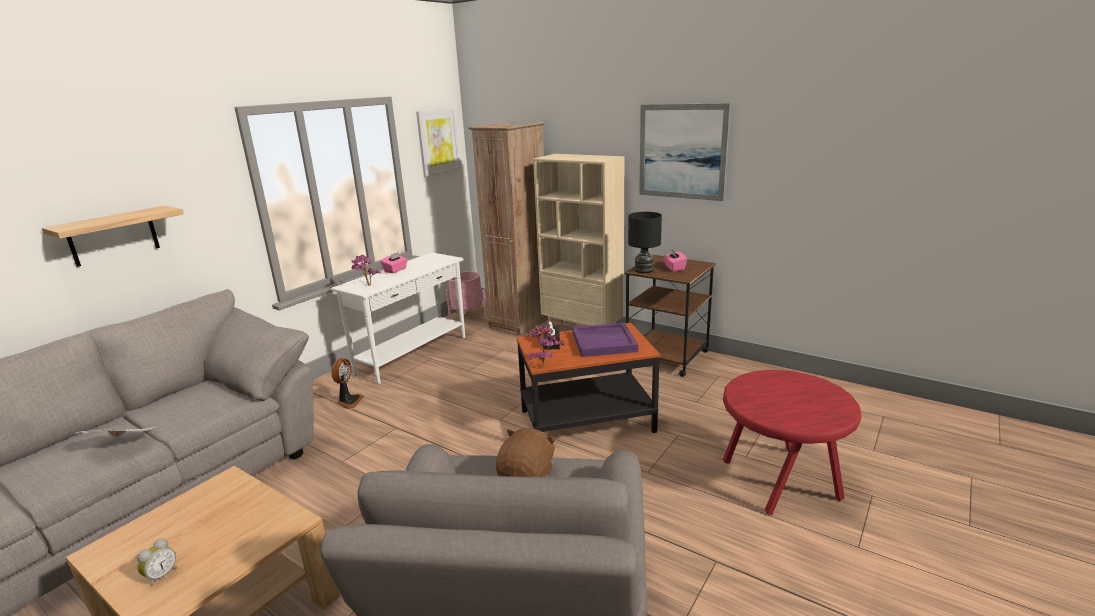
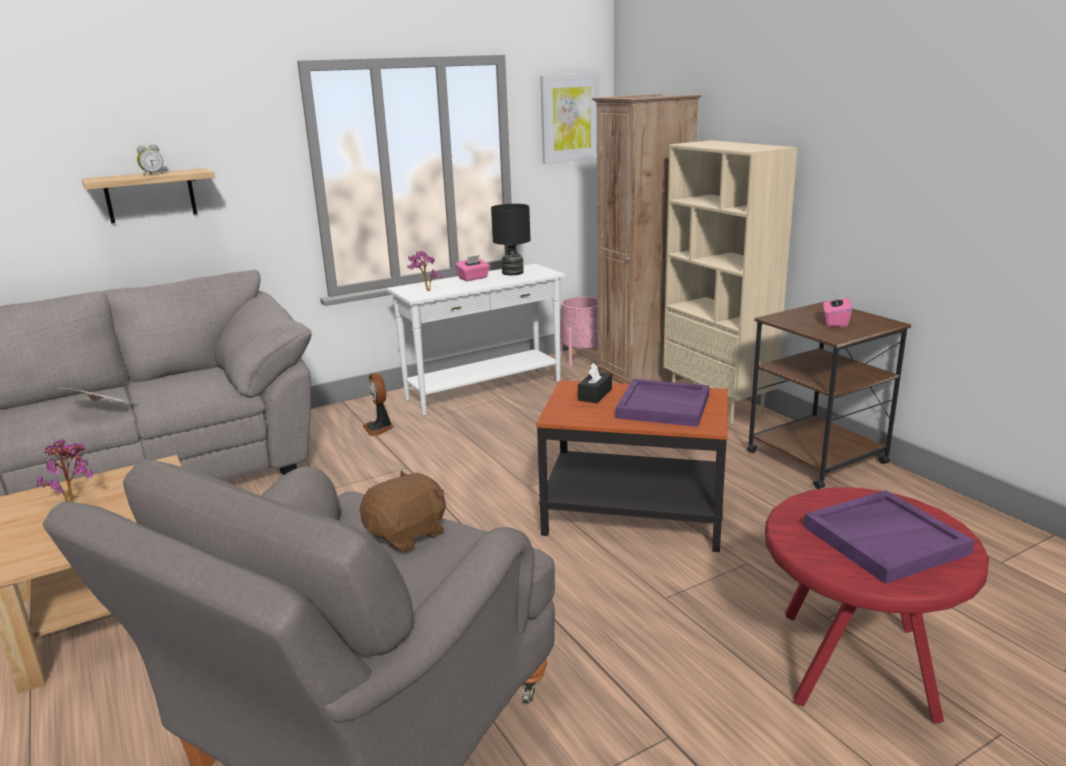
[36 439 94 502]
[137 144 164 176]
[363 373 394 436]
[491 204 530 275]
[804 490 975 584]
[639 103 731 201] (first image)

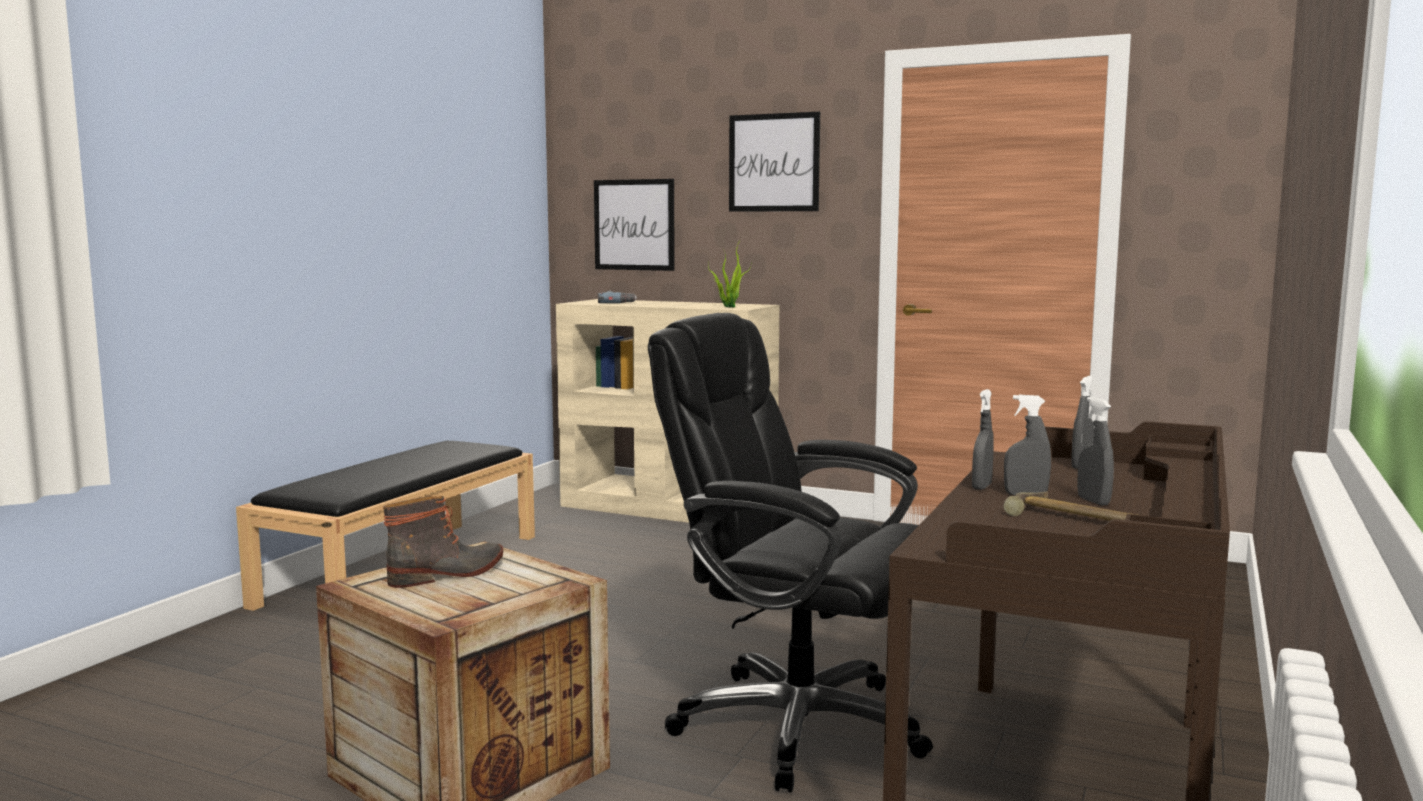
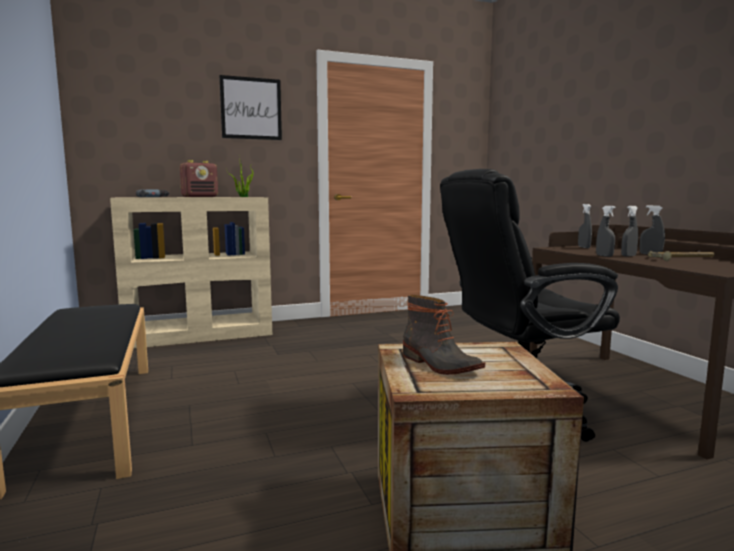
[180 160 218 197]
[403 295 485 375]
[594 179 675 271] (first image)

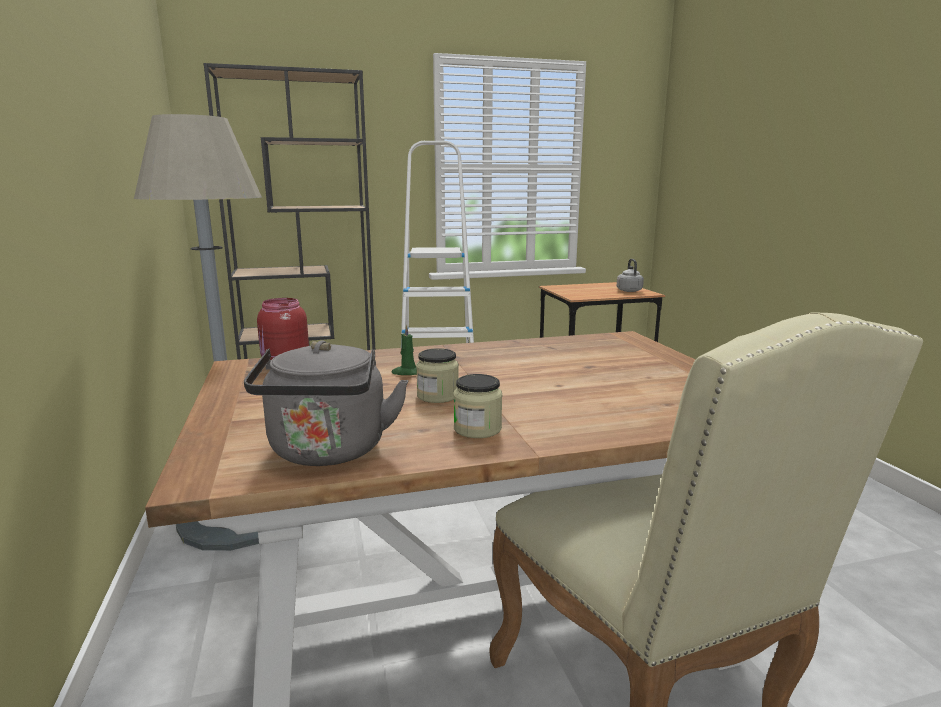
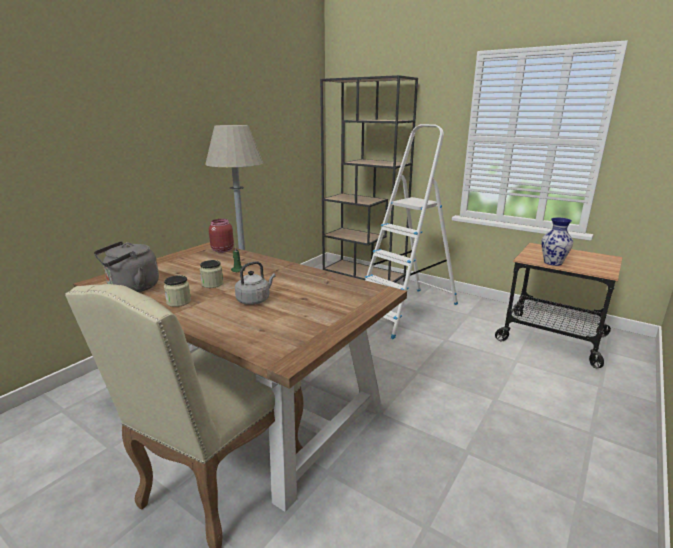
[235 261 276 305]
[541 218 573 266]

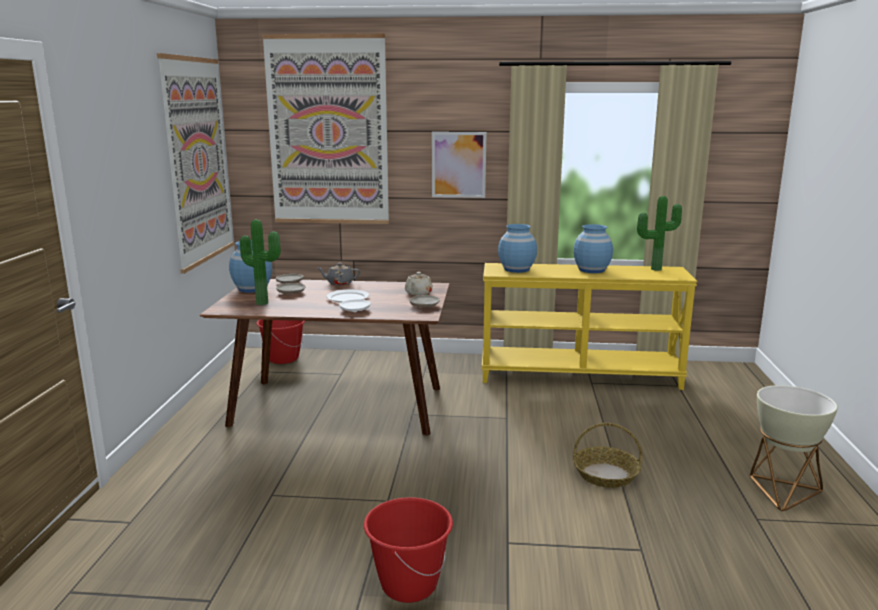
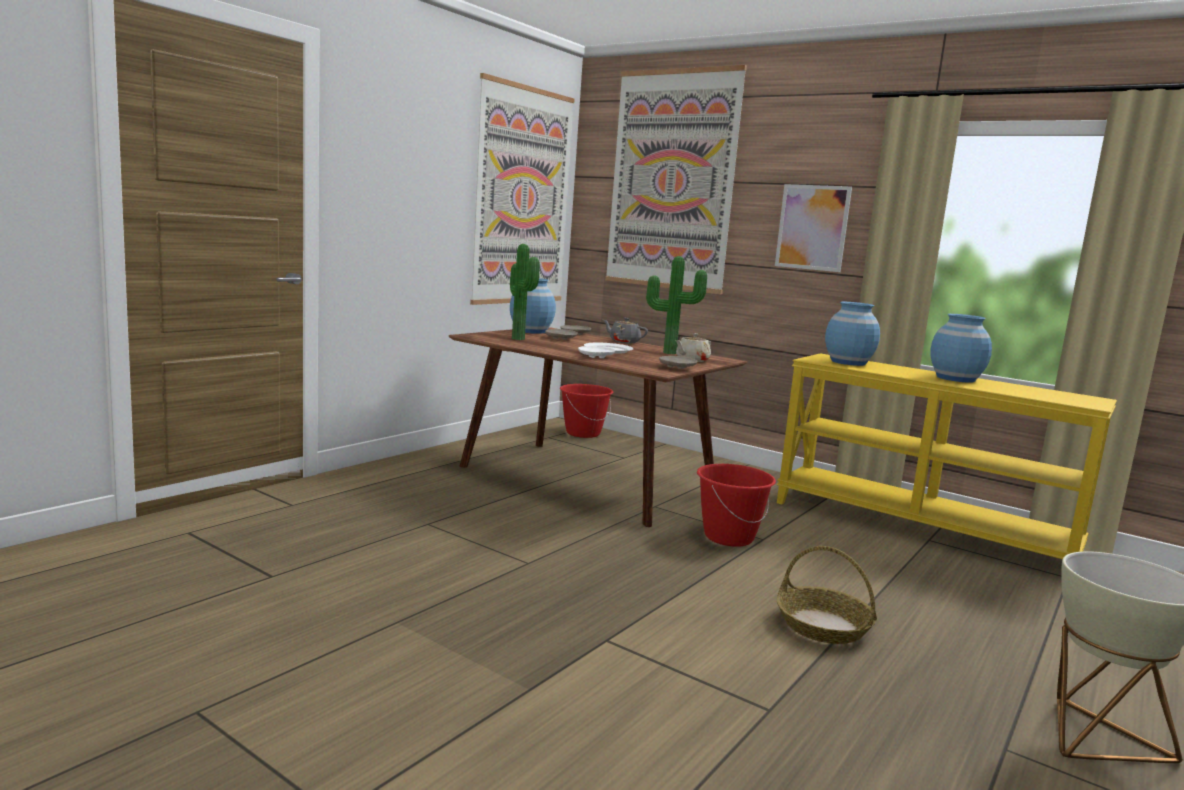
[646 256 707 354]
[697 464 776 547]

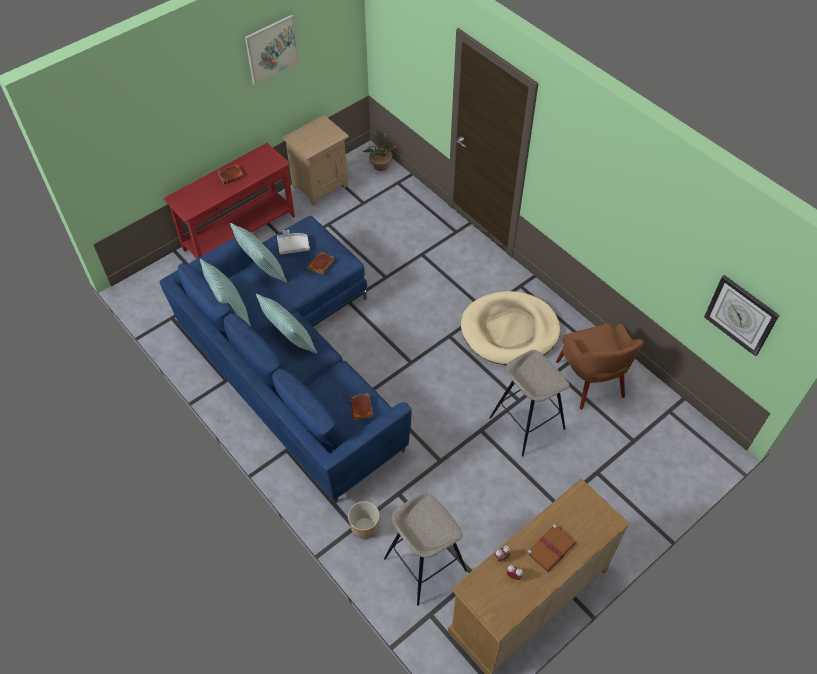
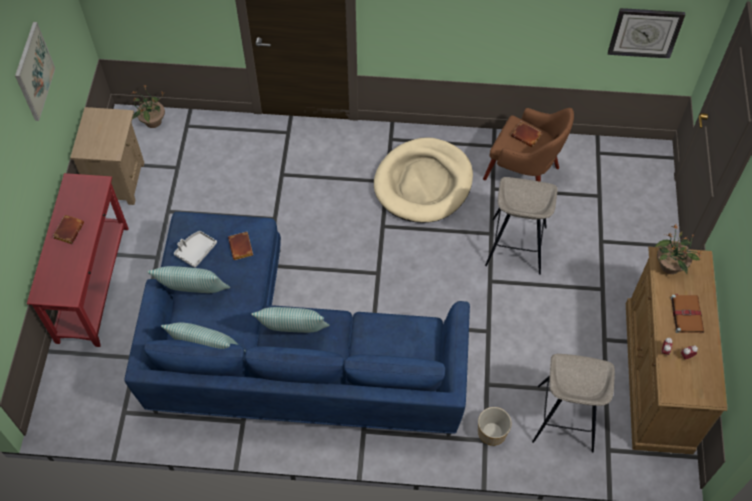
[511 122 542 147]
[655 225 703 274]

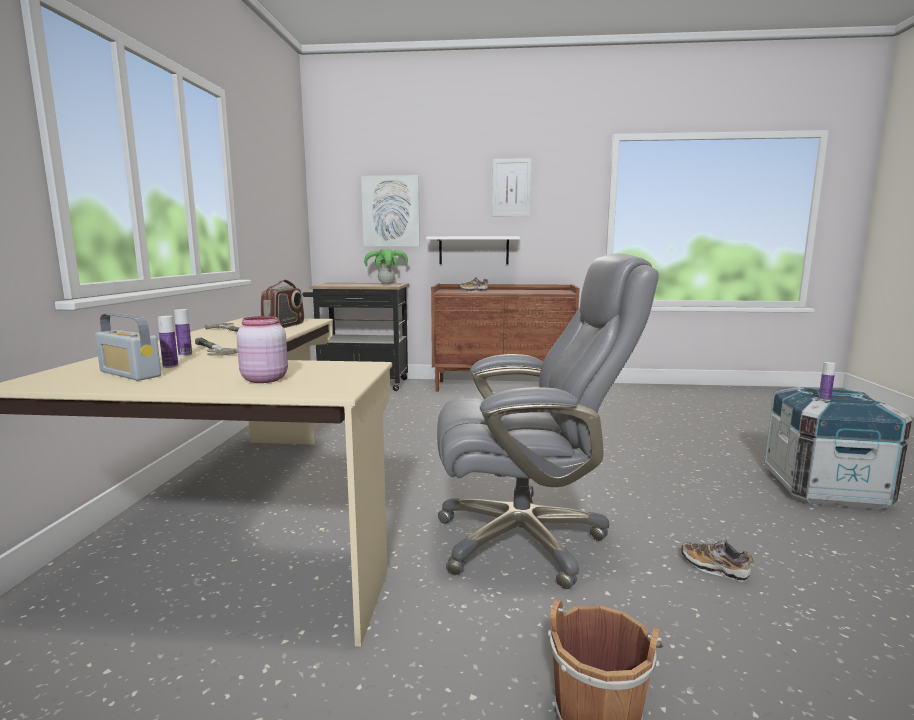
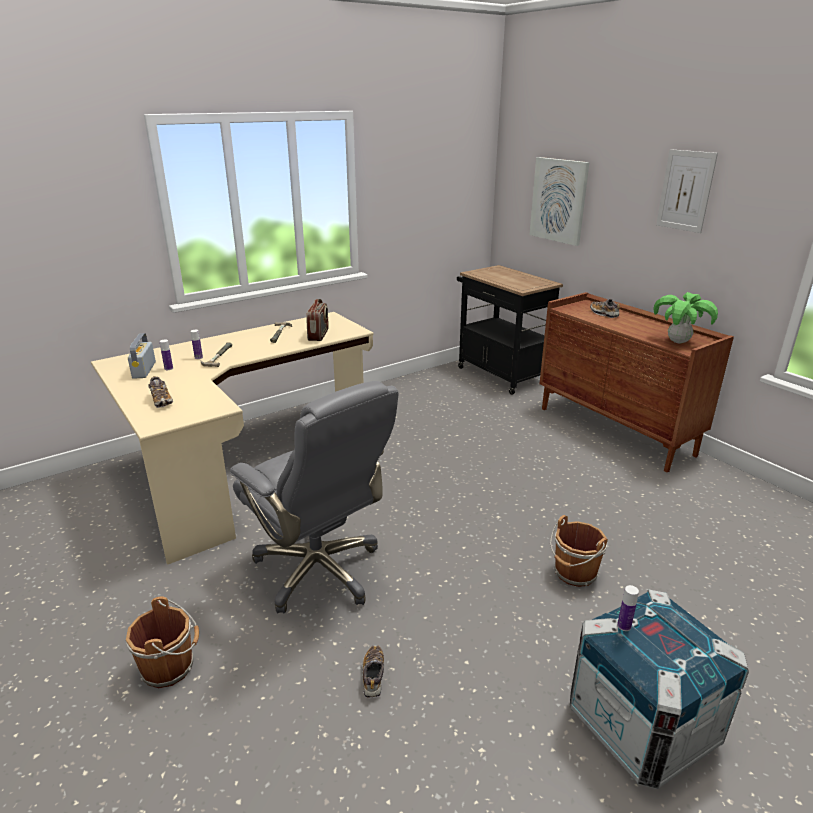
[148 376 173 408]
[306 299 329 341]
[550 515 608 587]
[653 292 718 344]
[426 236 520 264] (first image)

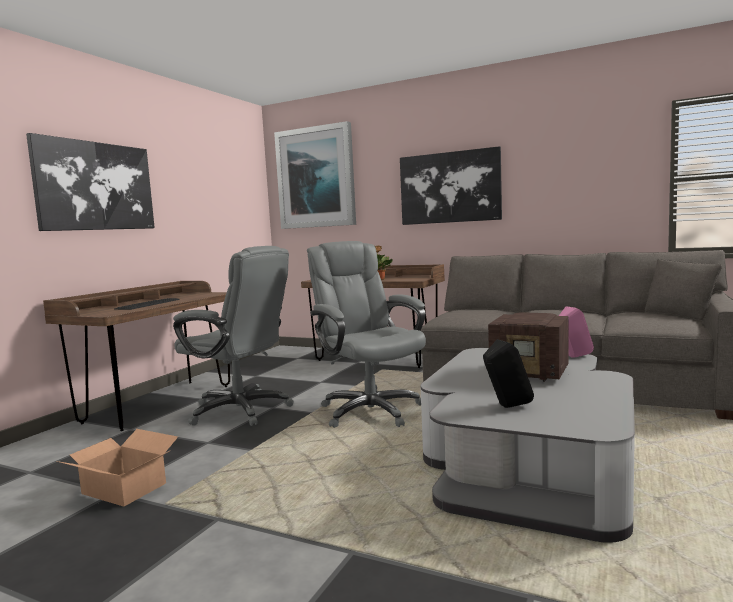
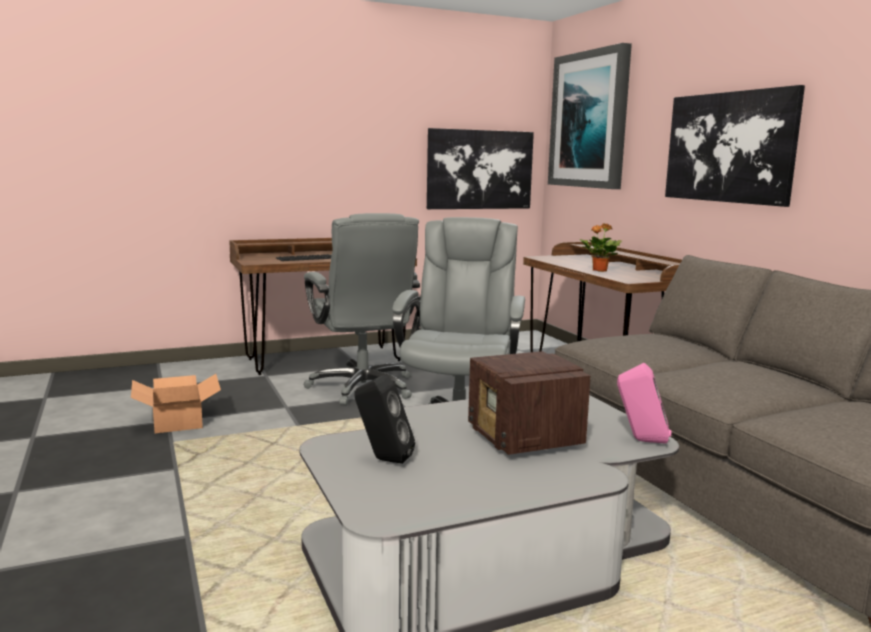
[427 128 534 209]

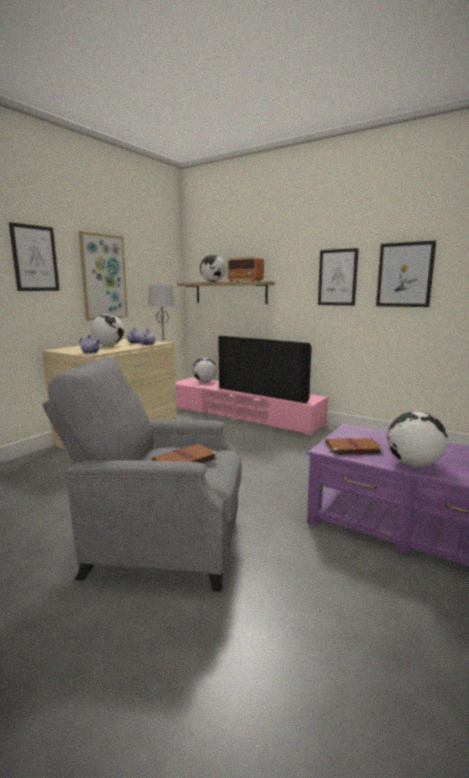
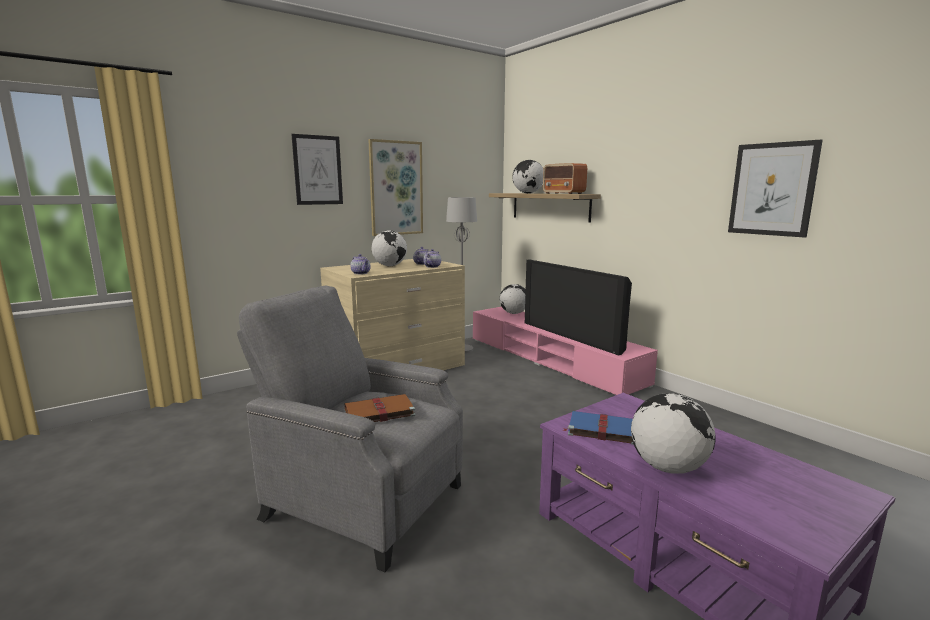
[563 411 634 445]
[318 248 359 306] (first image)

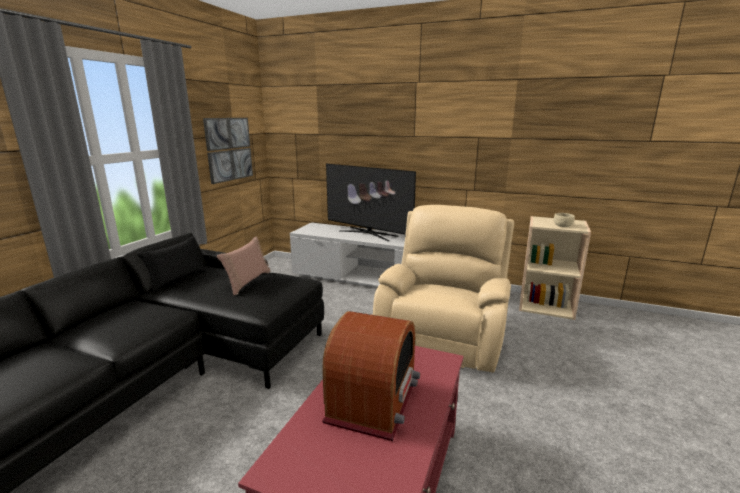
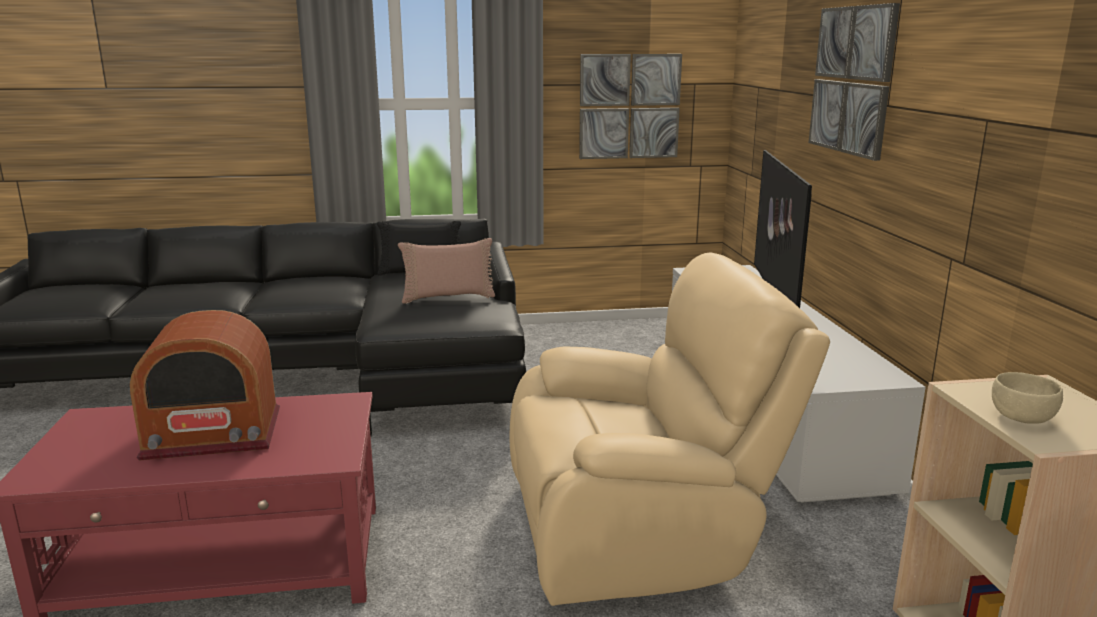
[808 3 900 161]

